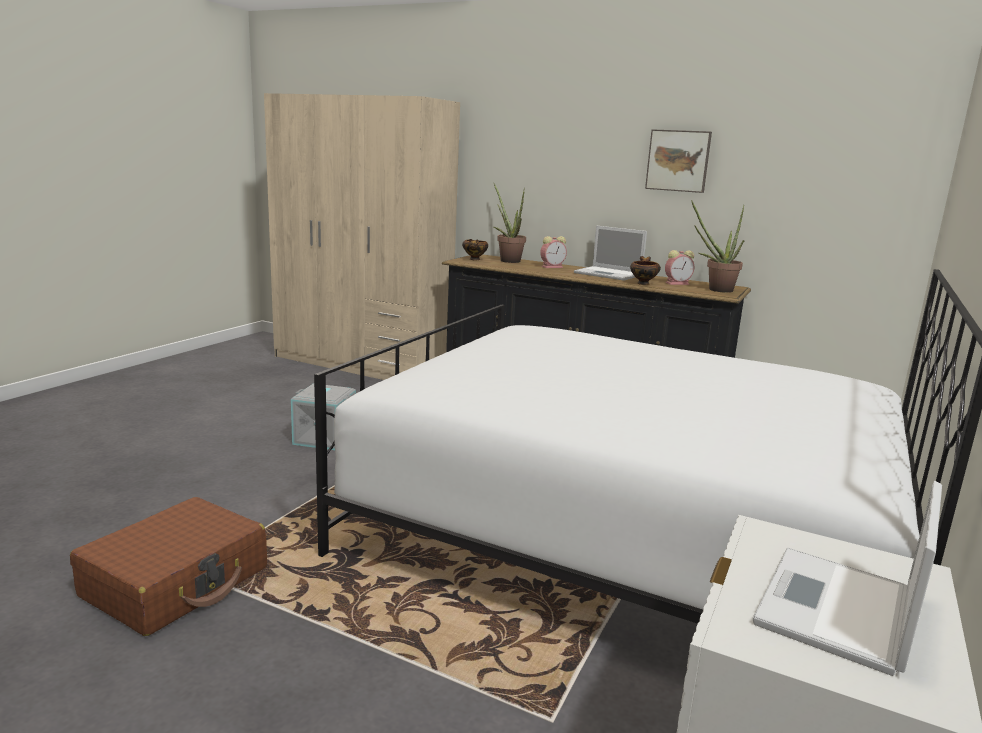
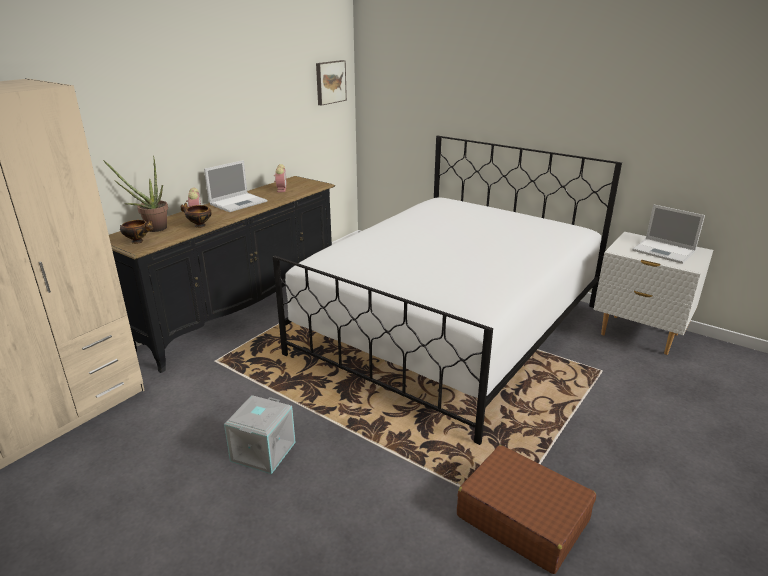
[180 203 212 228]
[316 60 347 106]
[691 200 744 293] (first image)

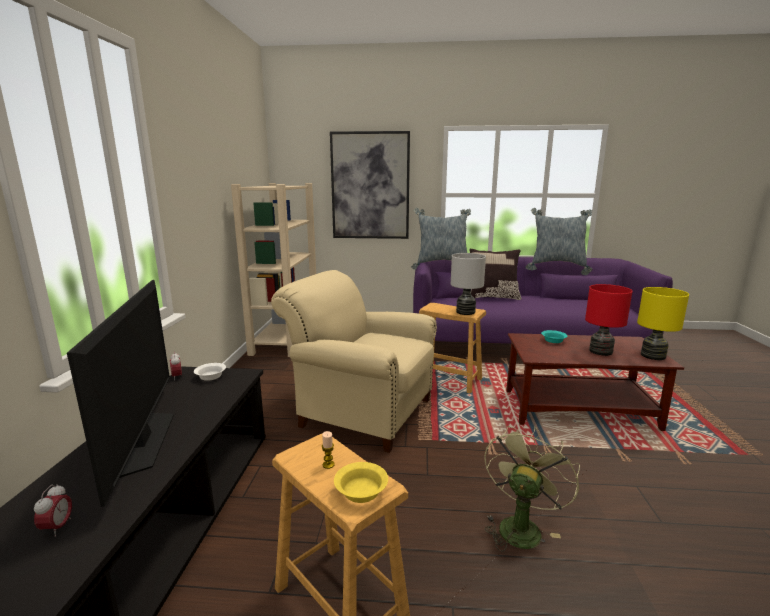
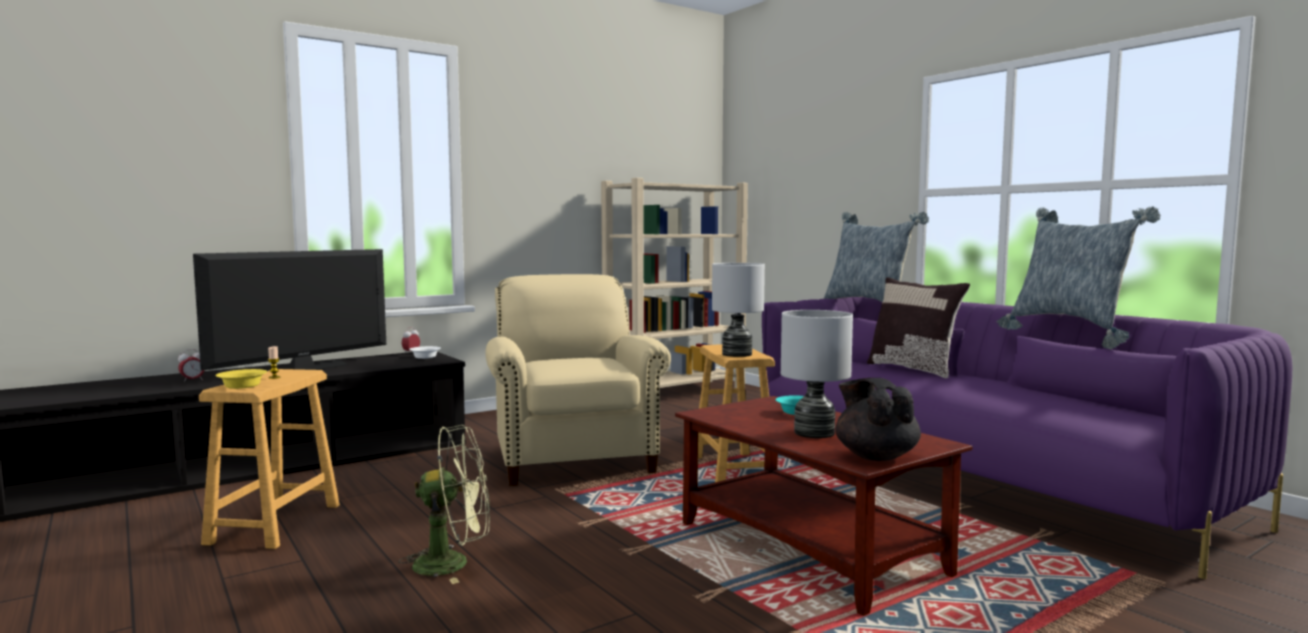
[781 310 853 438]
[835 378 921 461]
[330 131 410 239] (first image)

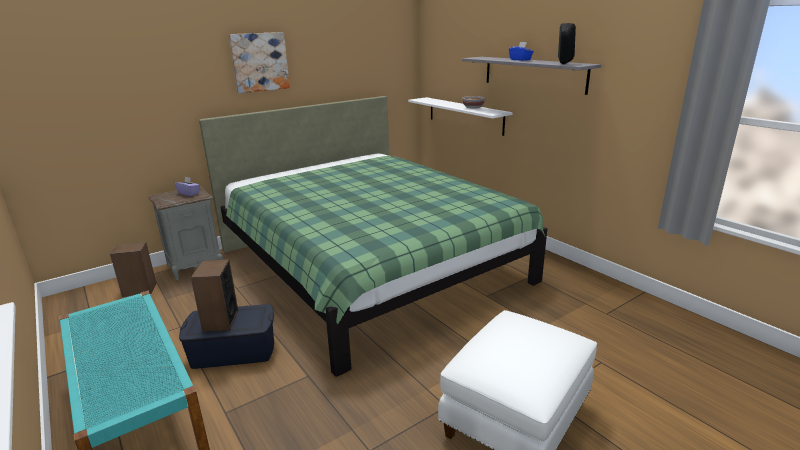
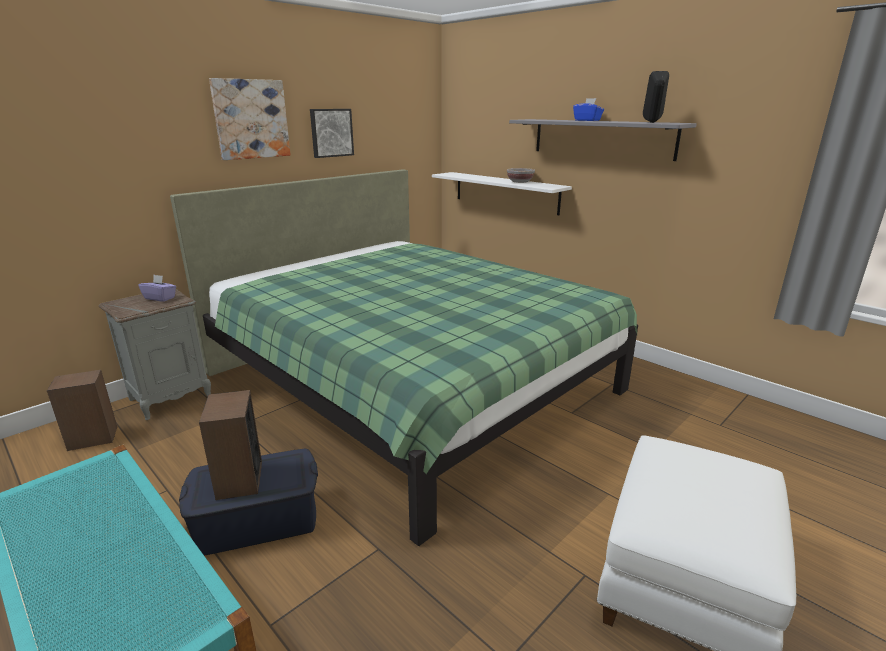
[310 109 354 158]

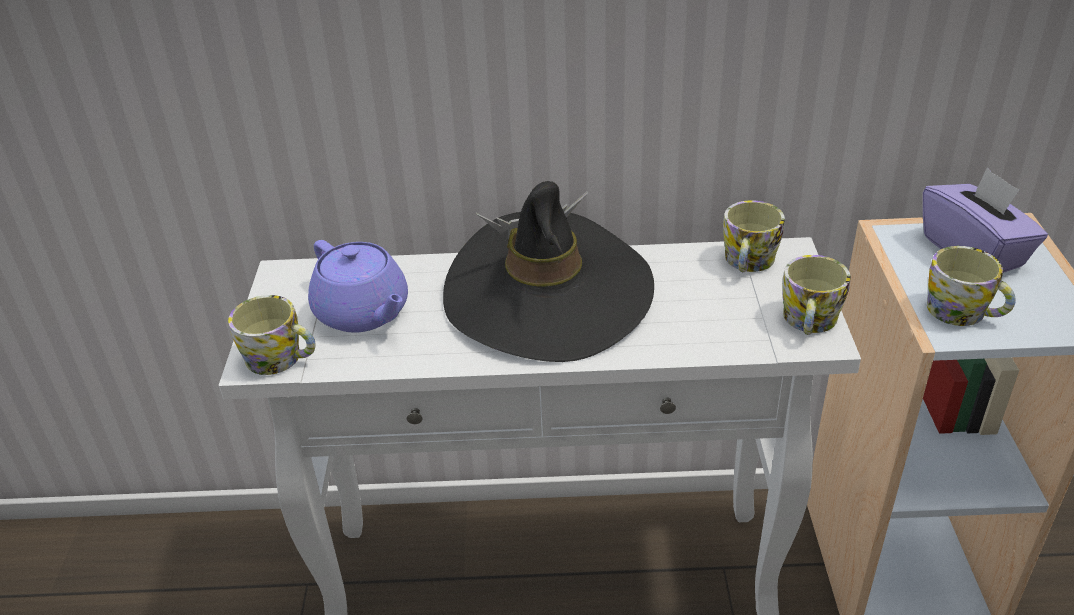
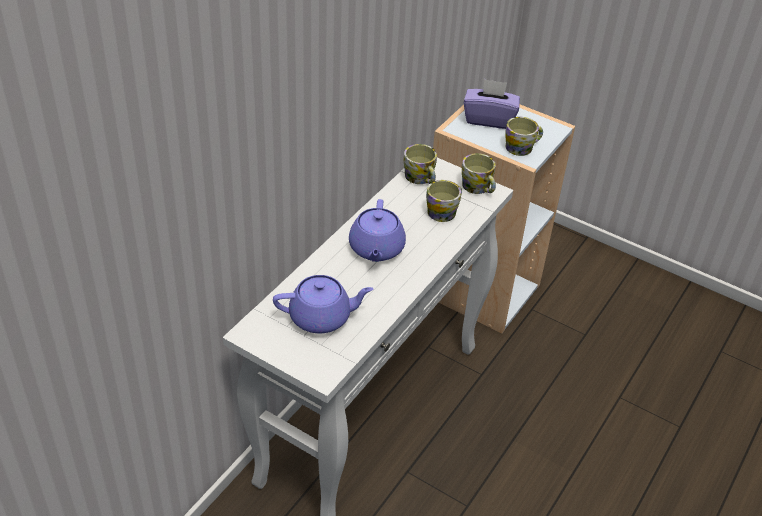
[349 199 406 262]
[426 180 462 222]

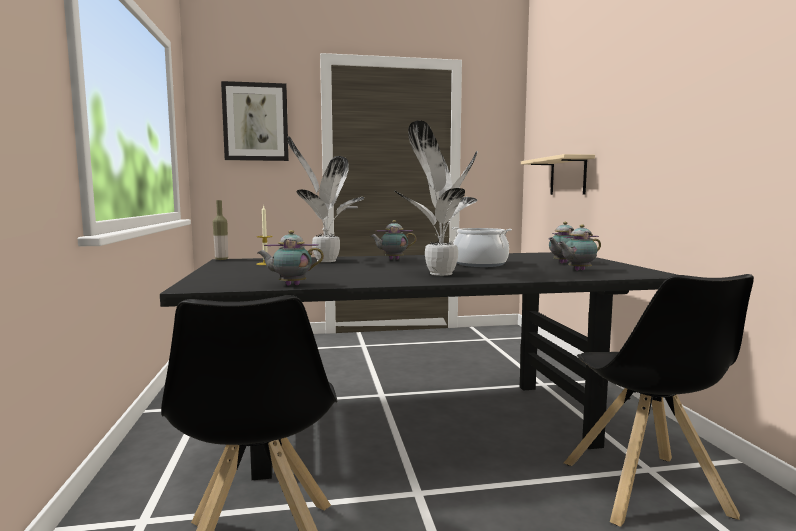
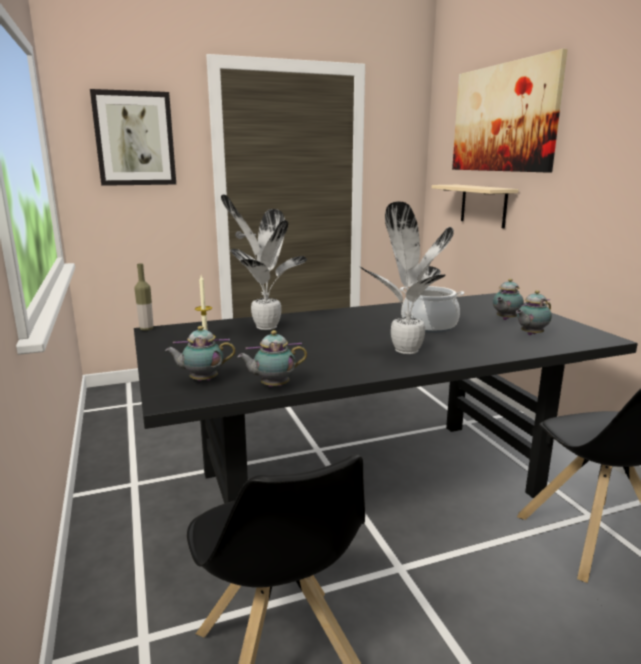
[165 326 235 381]
[452 49 568 172]

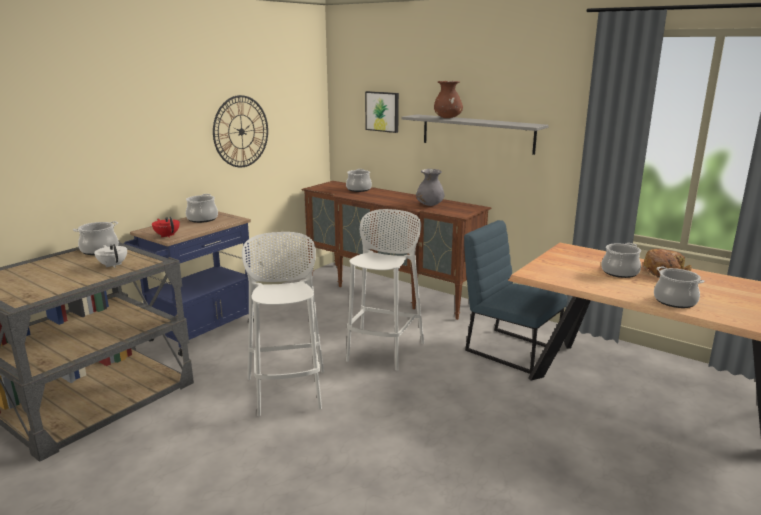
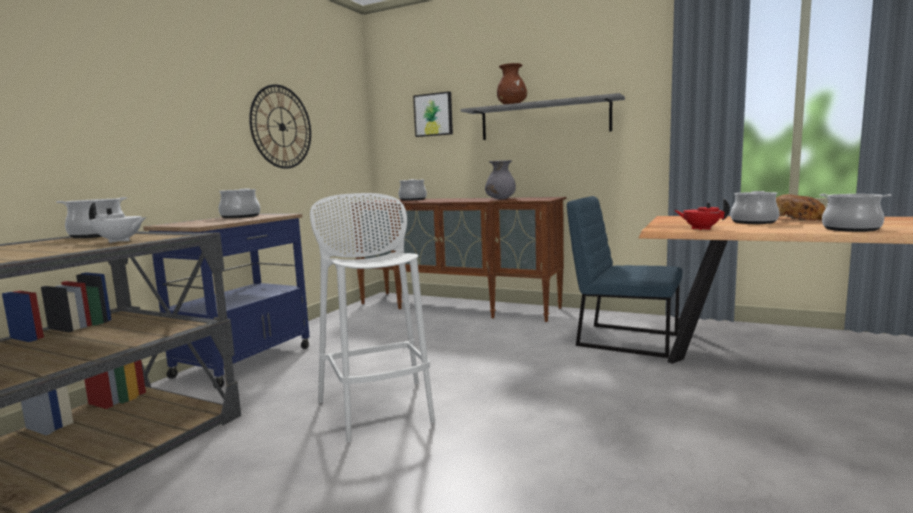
[89 203 146 243]
[674 198 730 230]
[346 209 424 371] (first image)

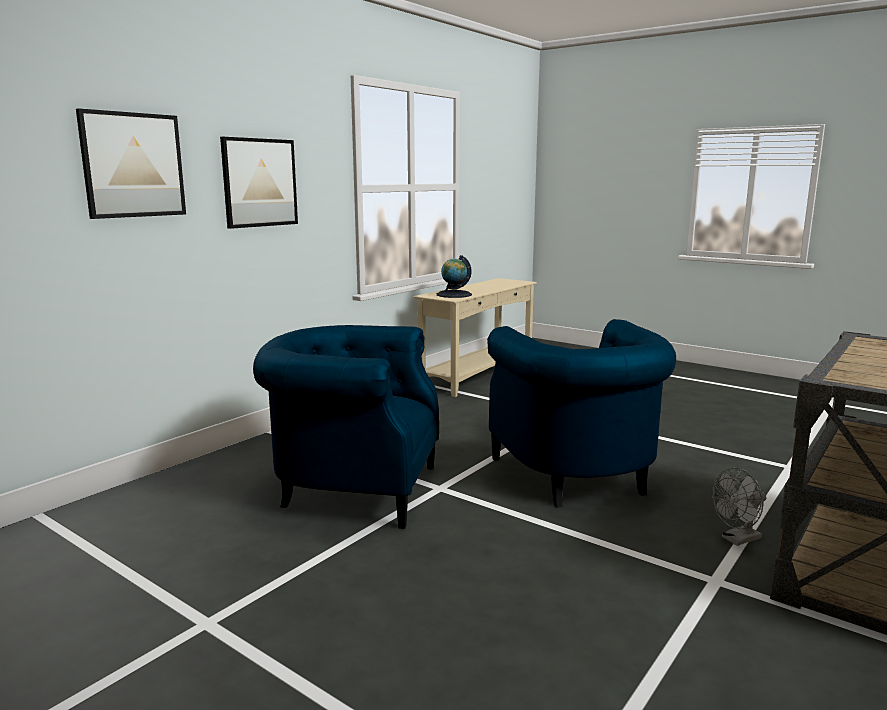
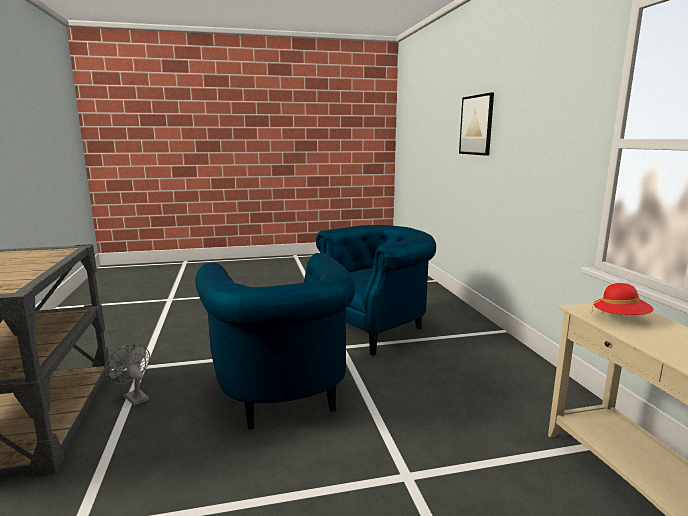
[105 344 150 406]
[195 253 355 430]
[592 283 653 315]
[220 137 298 229] (first image)

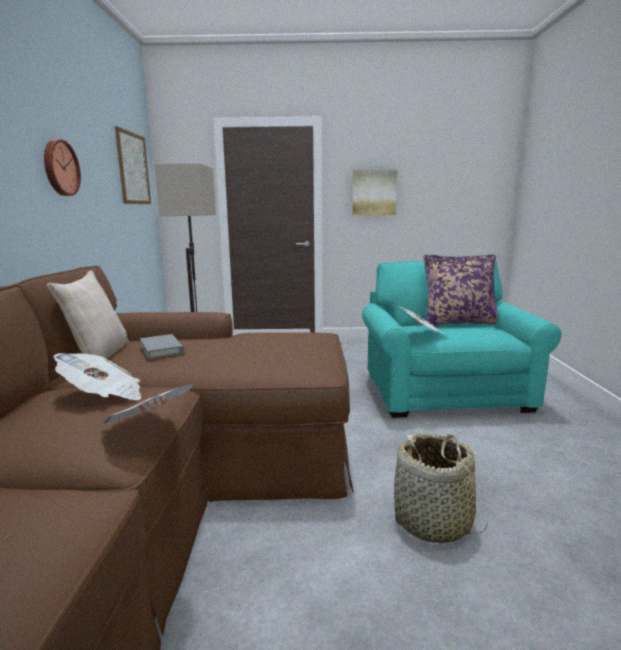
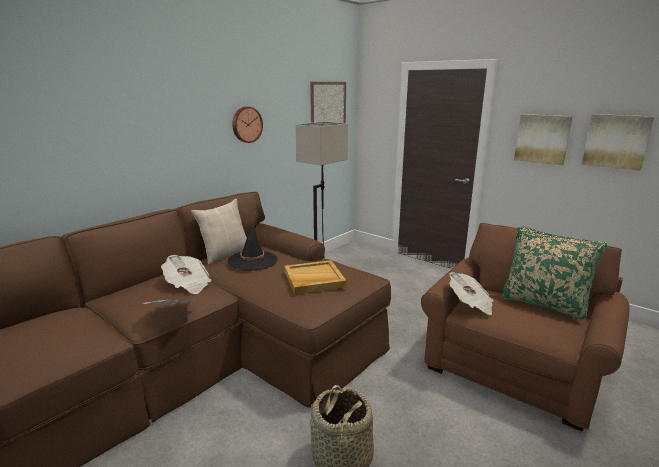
[228 223 277 270]
[284 260 347 294]
[421 223 630 431]
[502 226 608 320]
[582 114 654 171]

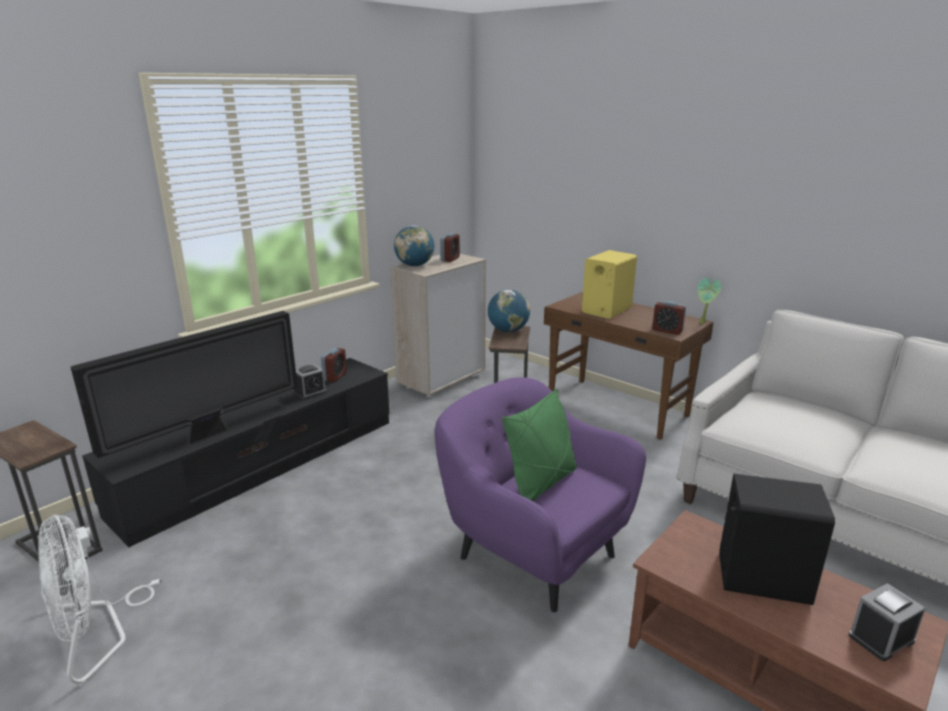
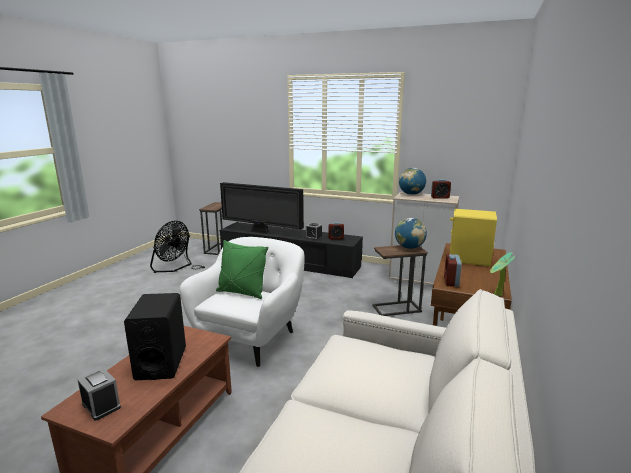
[150 221 205 273]
[180 237 305 367]

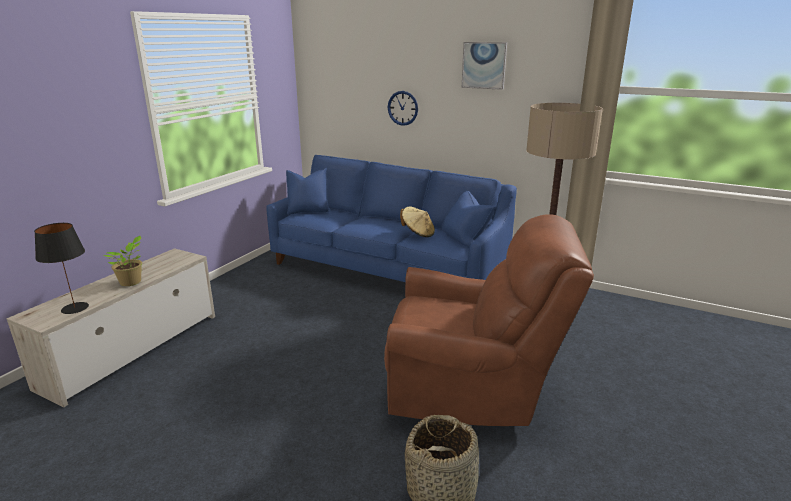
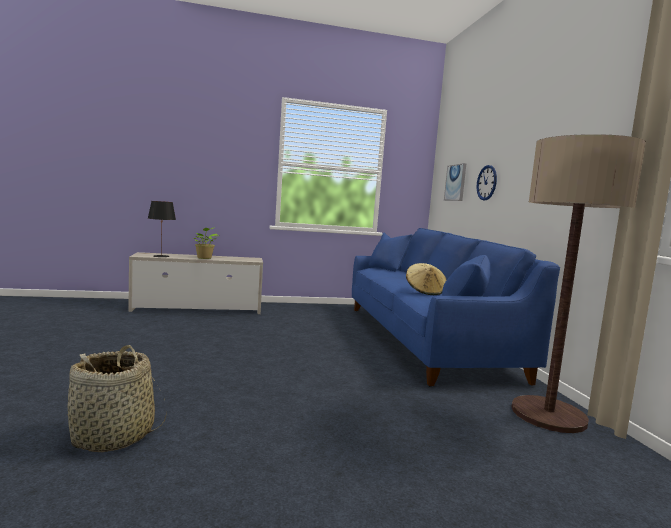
[444 163 466 201]
[384 214 594 426] (first image)

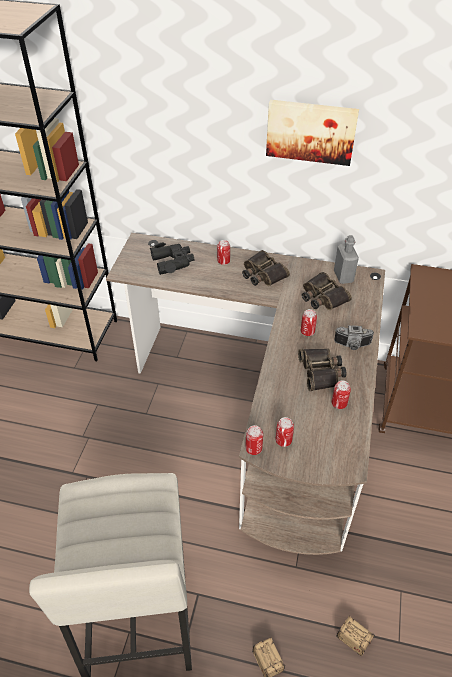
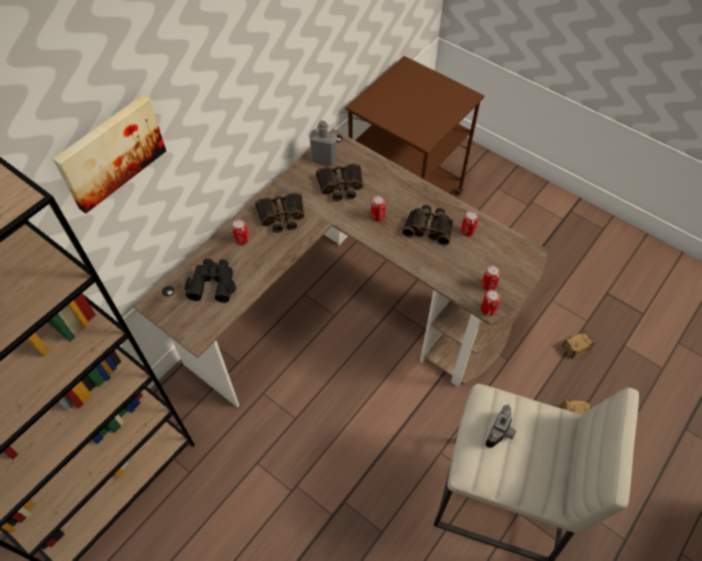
[53 95 166 214]
[485 405 516 448]

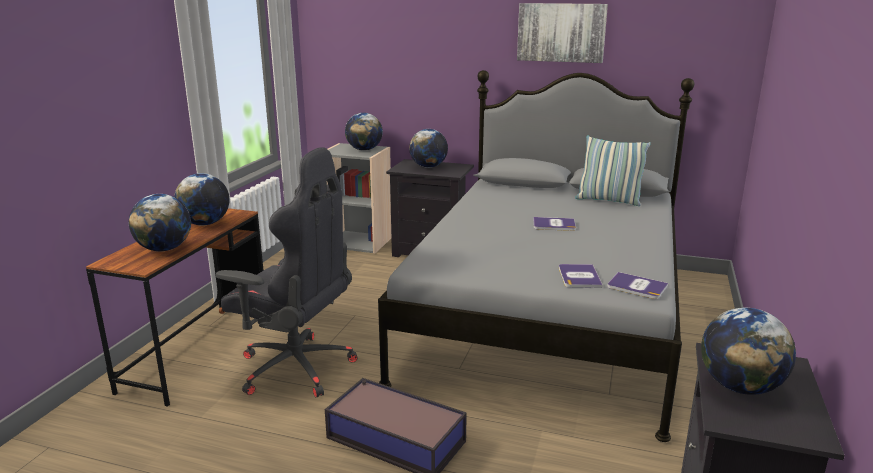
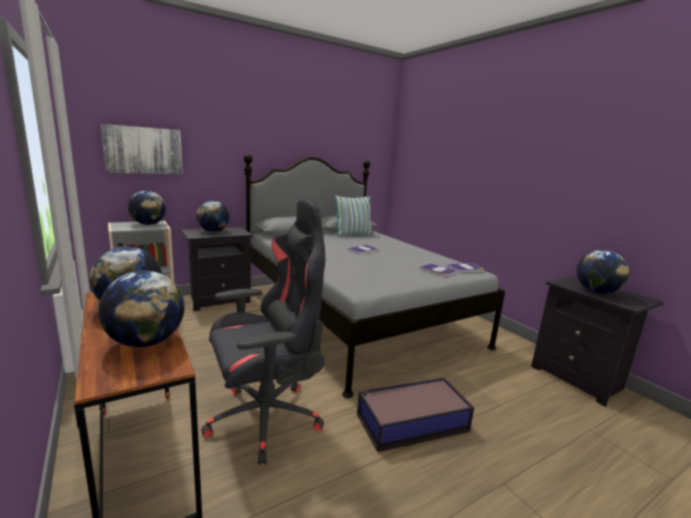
[101 124 183 175]

